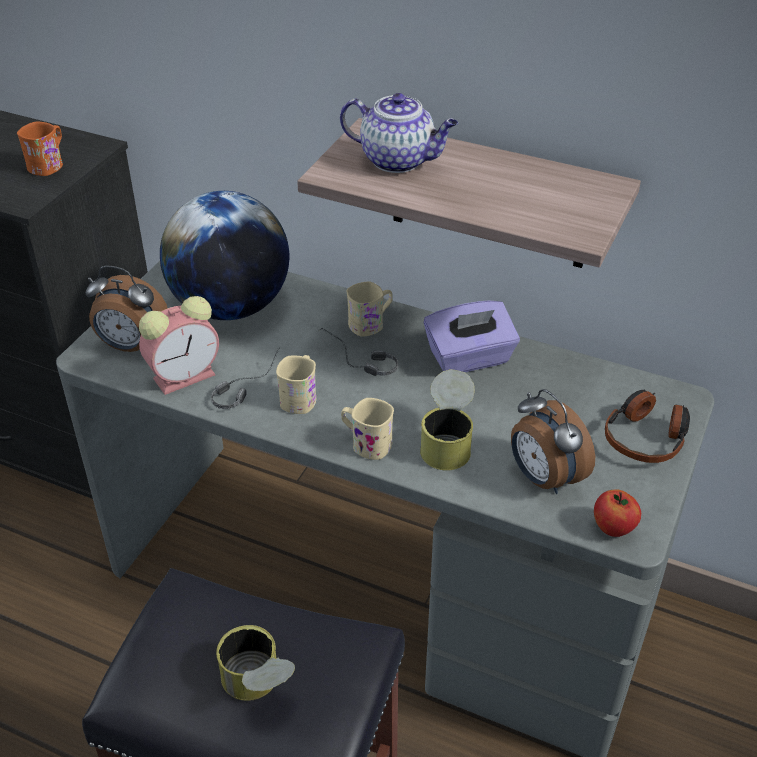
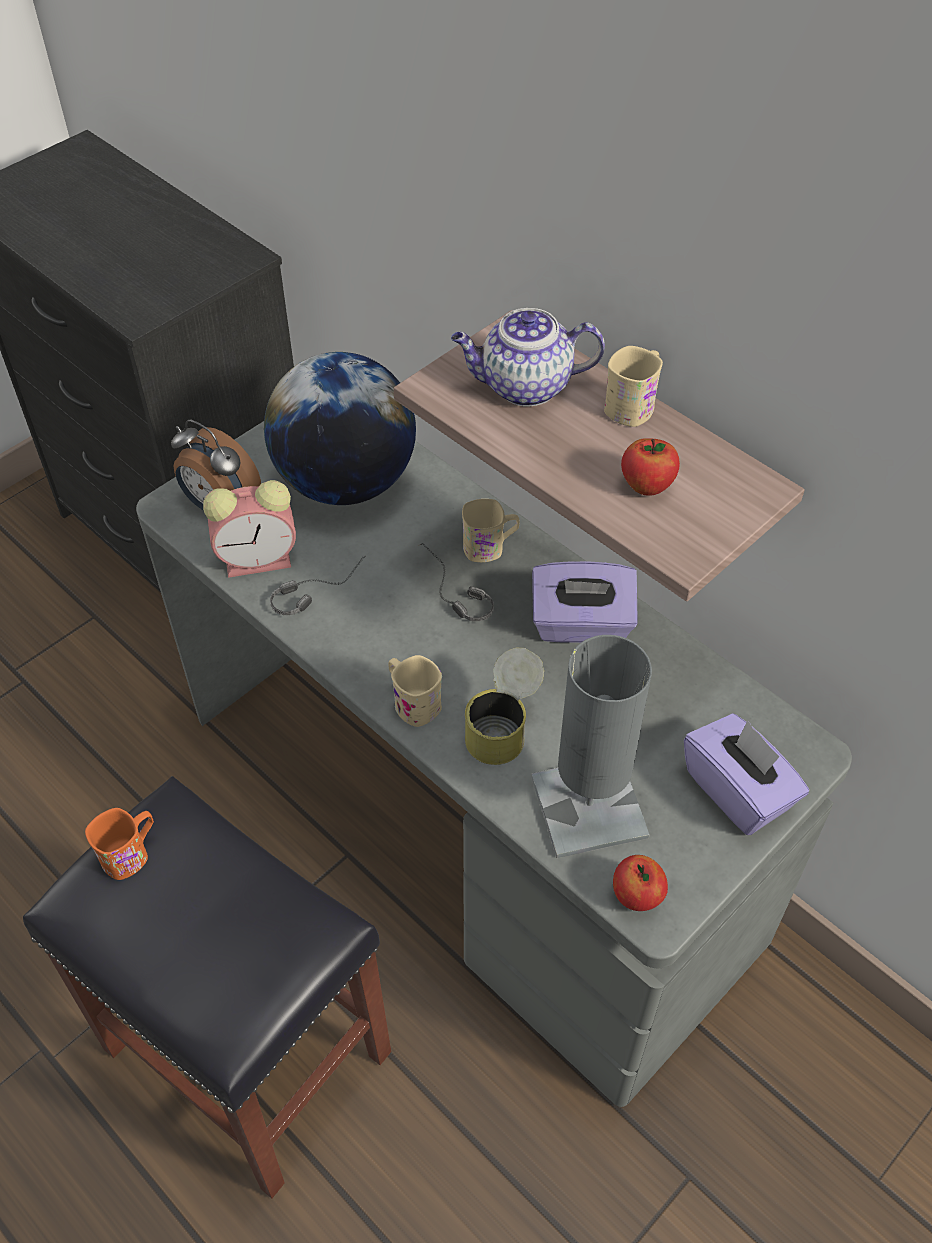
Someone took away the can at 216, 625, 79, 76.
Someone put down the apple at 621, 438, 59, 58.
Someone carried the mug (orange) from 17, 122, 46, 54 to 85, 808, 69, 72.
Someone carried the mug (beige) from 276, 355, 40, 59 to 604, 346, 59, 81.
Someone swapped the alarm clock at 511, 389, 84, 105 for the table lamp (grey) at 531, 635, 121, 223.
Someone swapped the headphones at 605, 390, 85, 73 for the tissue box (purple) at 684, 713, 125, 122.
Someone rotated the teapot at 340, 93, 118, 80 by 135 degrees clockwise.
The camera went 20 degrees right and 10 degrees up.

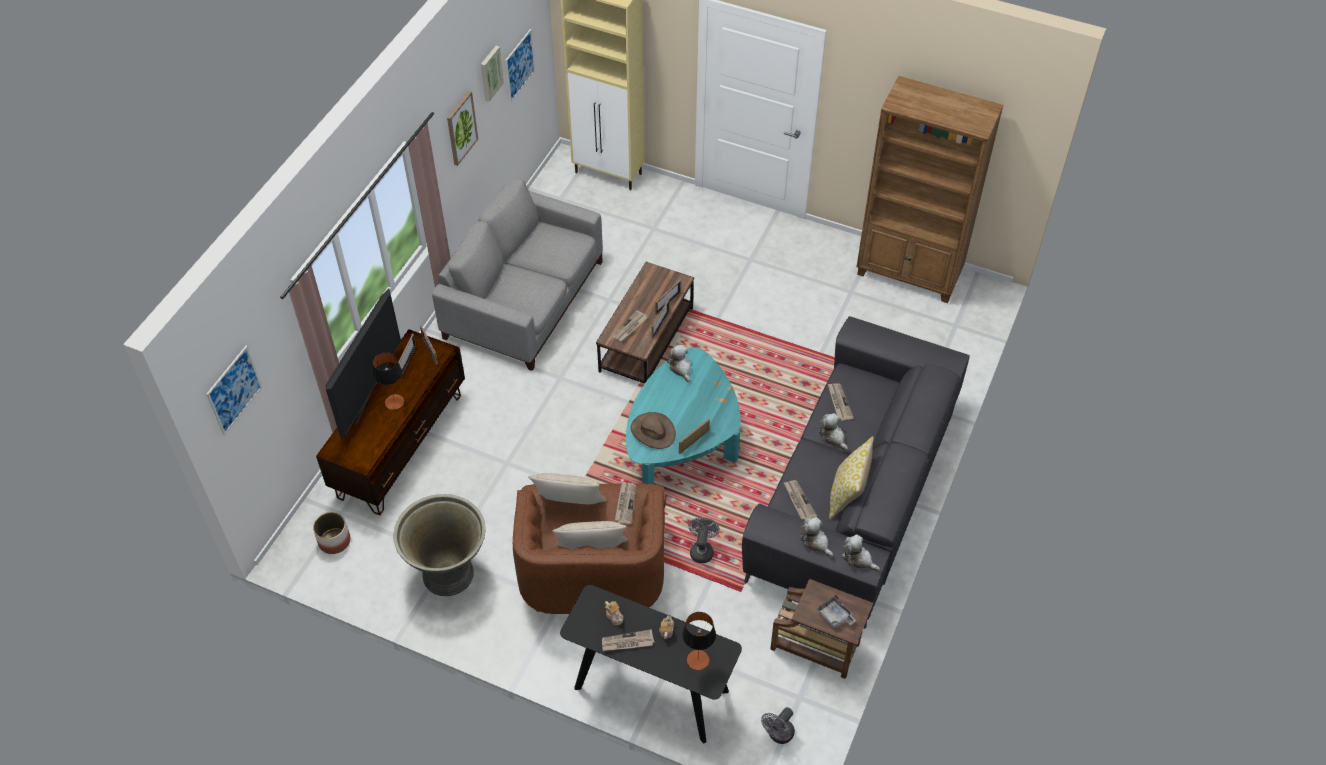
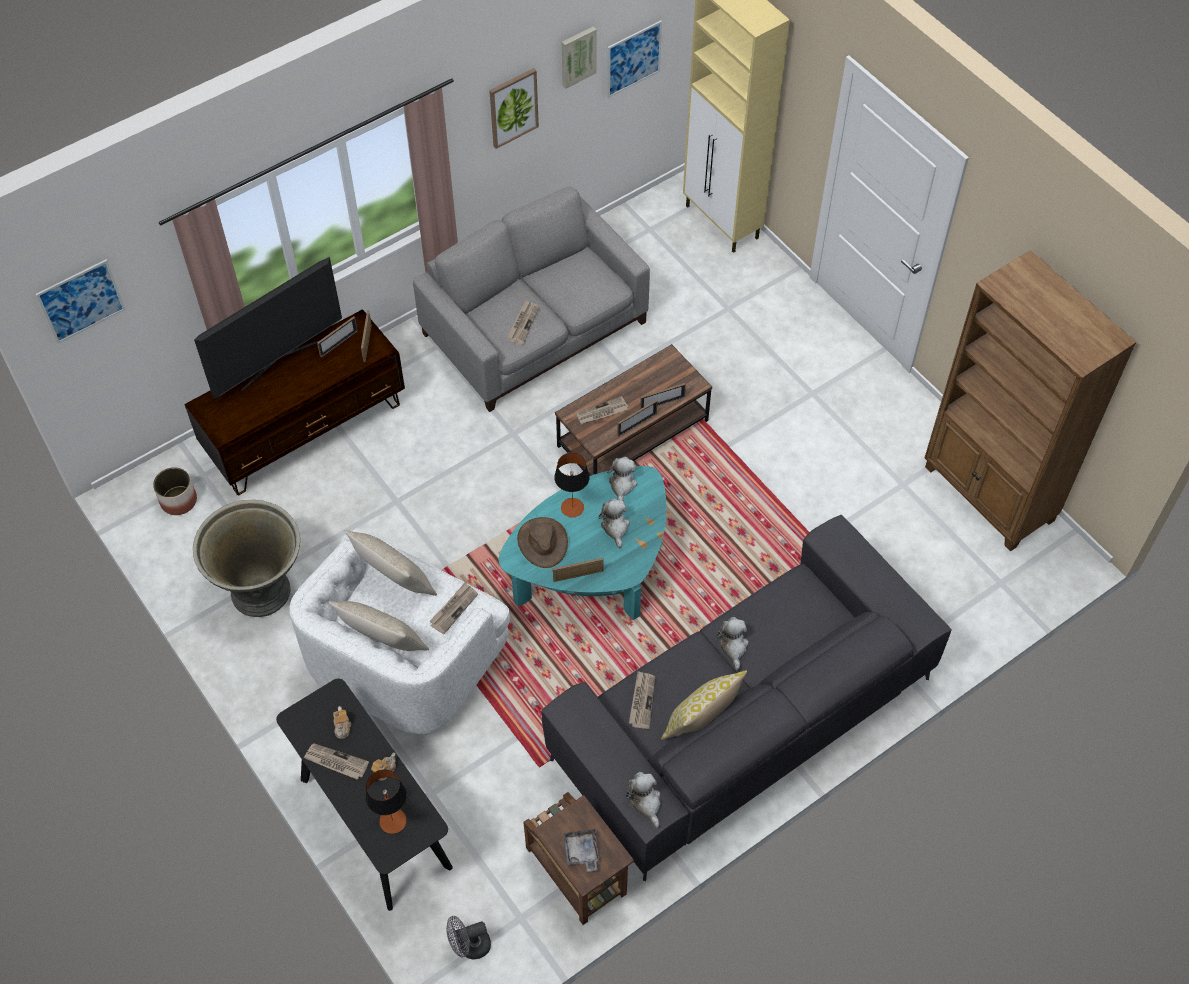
Someone took away the fan (grey) at 689, 517, 31, 46.
Someone carried the table lamp from 373, 352, 31, 58 to 554, 453, 36, 64.
Someone carried the plush toy from 800, 517, 33, 40 to 598, 498, 32, 50.
Someone carried the newspaper from 828, 383, 26, 38 to 507, 300, 32, 44.
Someone repainted the armchair (brown) at 513, 483, 153, 131, which became the armchair (white) at 290, 538, 220, 198.
The camera went 30 degrees right and 5 degrees up.

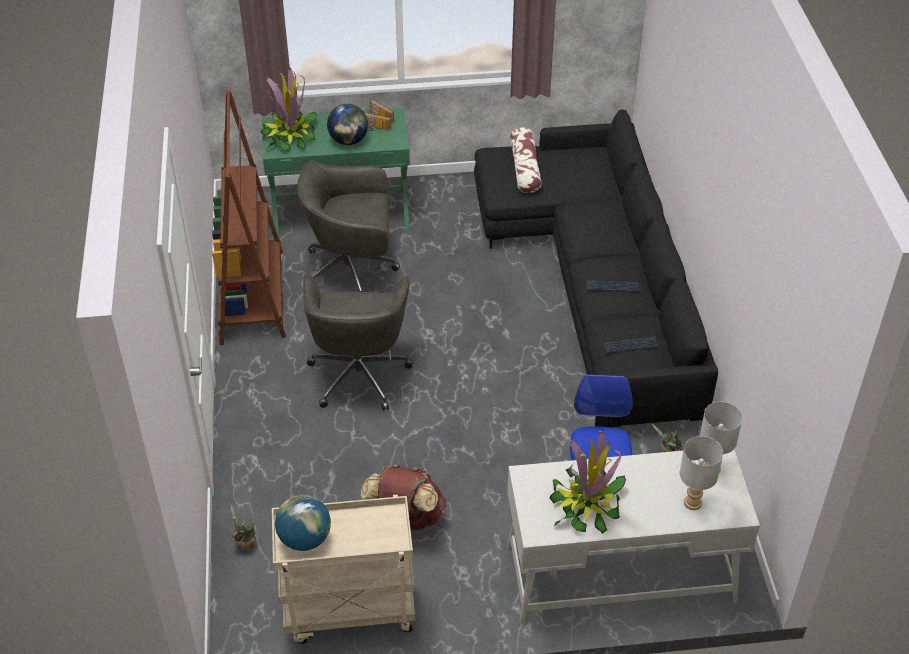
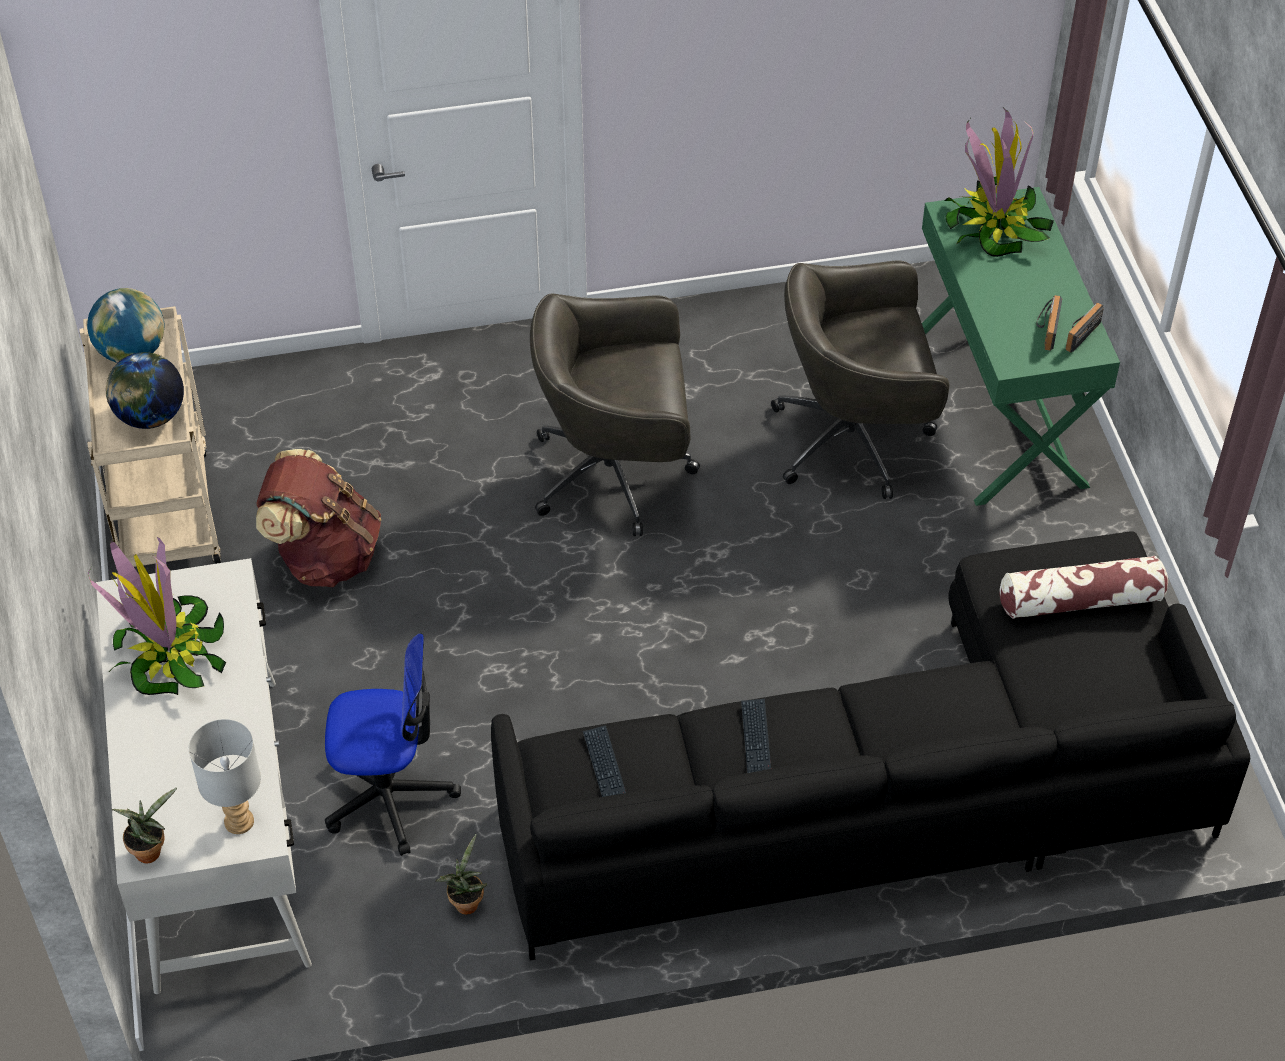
Someone took away the bookcase (brown) at 212, 90, 74, 255.
Someone took away the table lamp (grey) at 679, 436, 44, 74.
Someone carried the potted plant from 230, 503, 26, 47 to 112, 788, 65, 76.
Someone carried the globe from 327, 104, 41, 41 to 106, 352, 78, 77.
Someone rotated the office chair (grey) at 297, 161, 103, 131 by 90 degrees counterclockwise.
The camera went 85 degrees right and 5 degrees up.

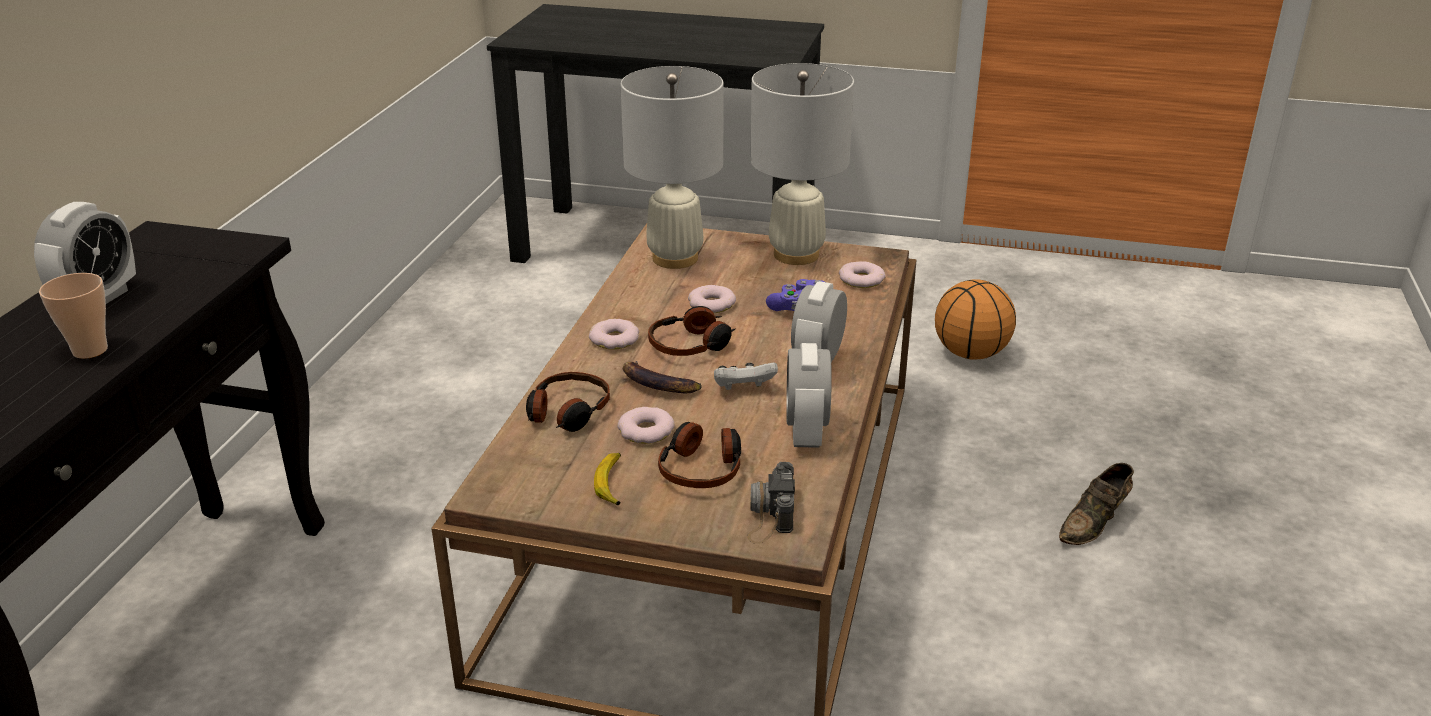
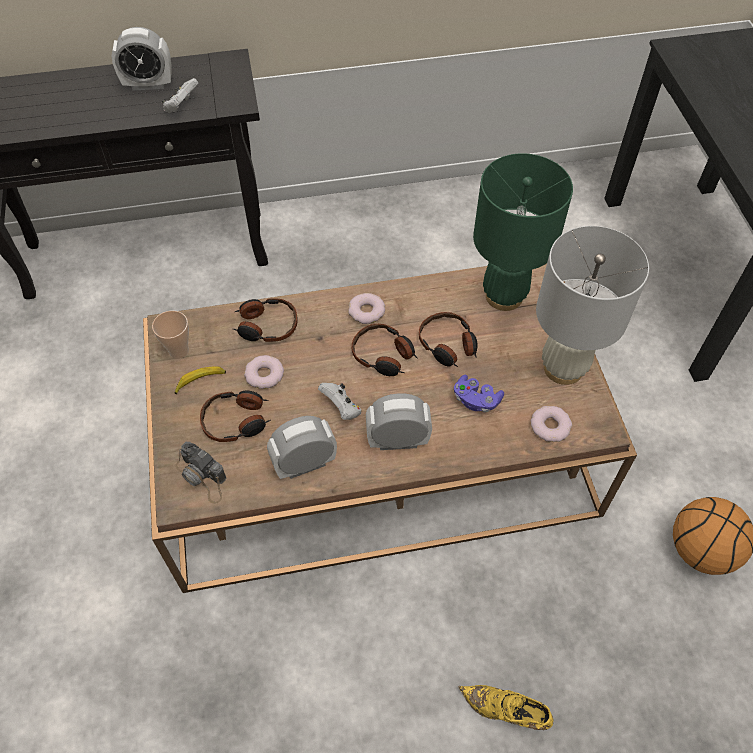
Someone took away the banana at 623, 361, 79, 32.
Someone put down the game controller (white) at 162, 78, 36, 35.
Someone carried the cup from 39, 273, 69, 86 to 152, 311, 37, 48.
Someone swapped the donut at 688, 285, 48, 28 for the headphones at 419, 312, 59, 55.
Someone repainted the table lamp (white) at 621, 66, 103, 203, which became the table lamp (green) at 473, 153, 100, 158.
Someone repainted the shoe (brown) at 1059, 463, 75, 82, which became the shoe (yellow) at 458, 685, 96, 45.
Someone rotated the photo camera at 747, 462, 48, 82 by 120 degrees counterclockwise.
The camera went 65 degrees right and 25 degrees up.

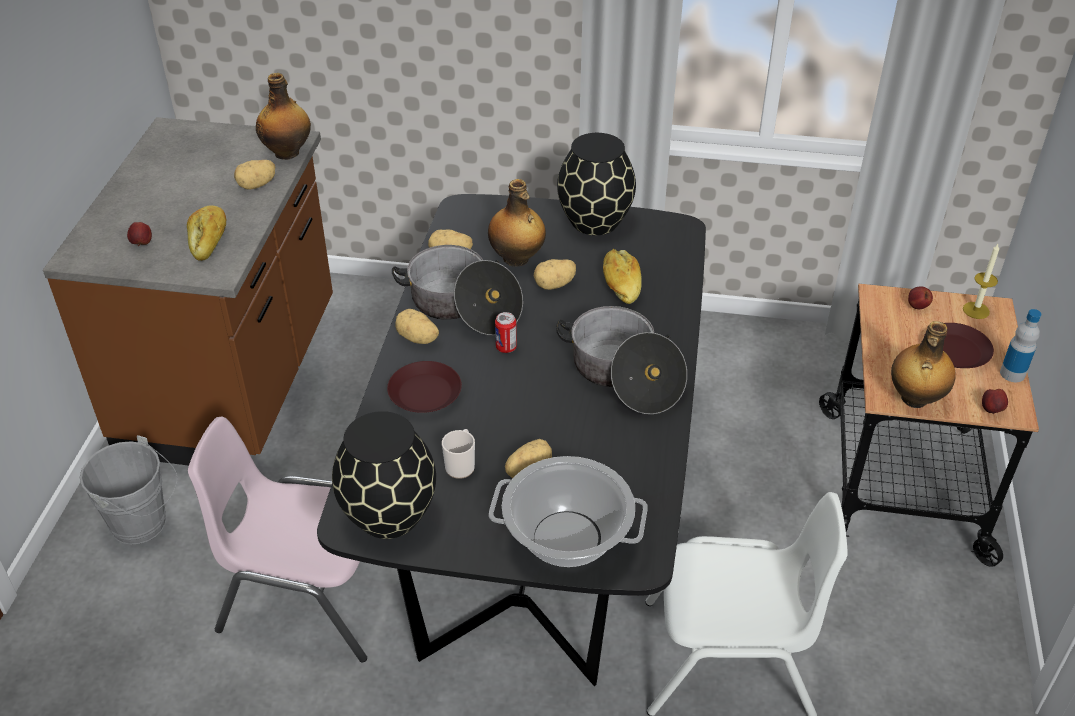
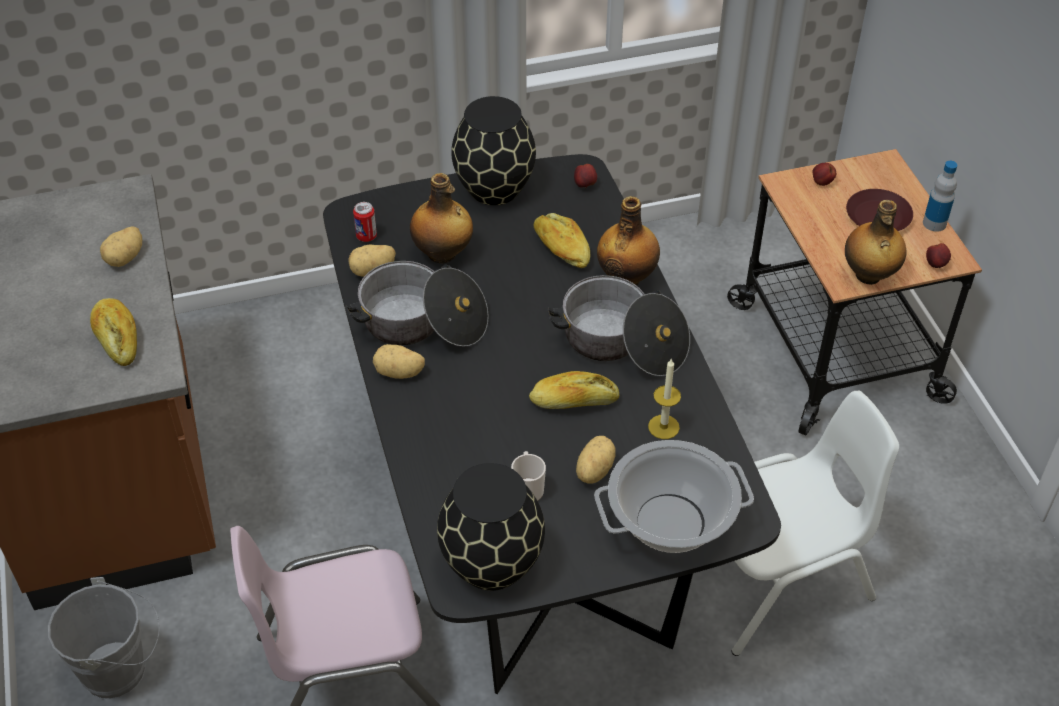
Someone took away the plate (brown) at 387, 361, 75, 52.
Someone took away the potato at 534, 259, 42, 31.
Someone put down the bread at 529, 371, 90, 38.
Someone carried the apple from 127, 222, 25, 24 to 574, 164, 23, 25.
Someone carried the bottle from 256, 73, 55, 87 to 597, 196, 63, 90.
Someone carried the can from 495, 312, 22, 41 to 353, 202, 24, 40.
Someone carried the candle from 963, 244, 36, 75 to 648, 358, 33, 81.
The camera went 25 degrees left and 5 degrees up.

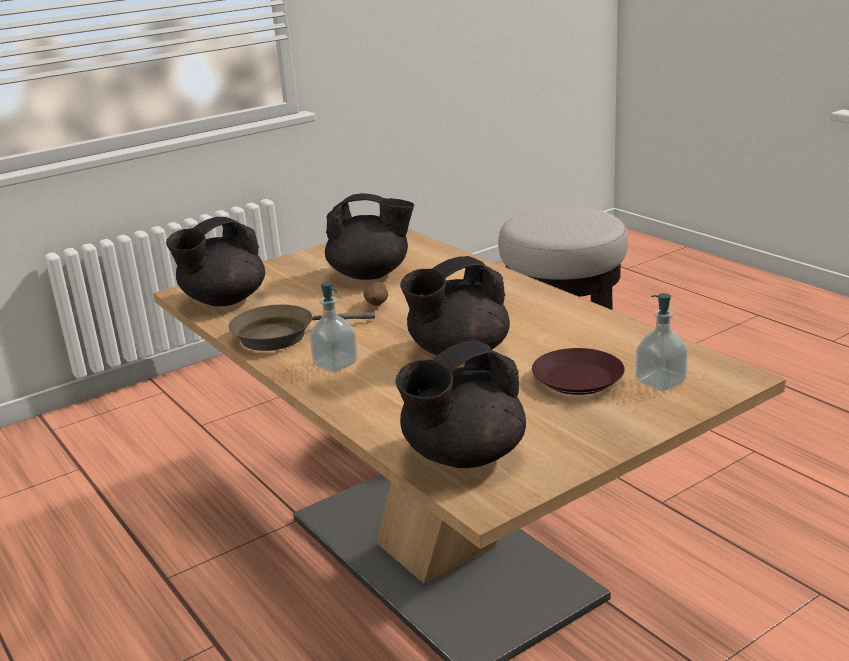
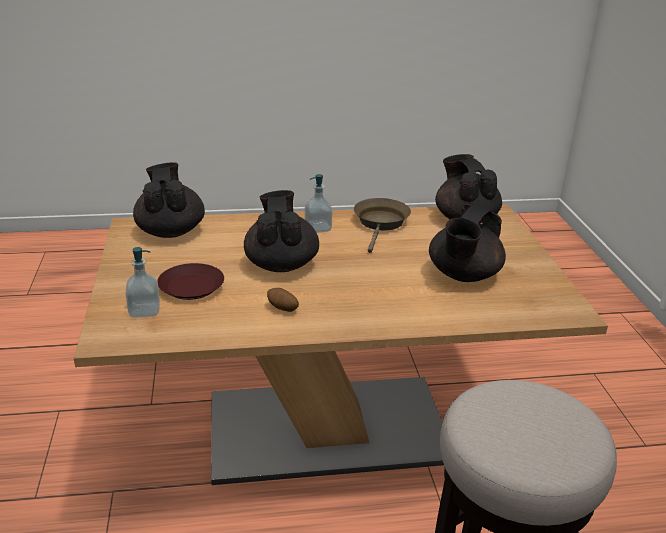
Someone carried the potato from 364, 282, 24, 24 to 267, 288, 32, 24.
The camera went 115 degrees right and 5 degrees up.

